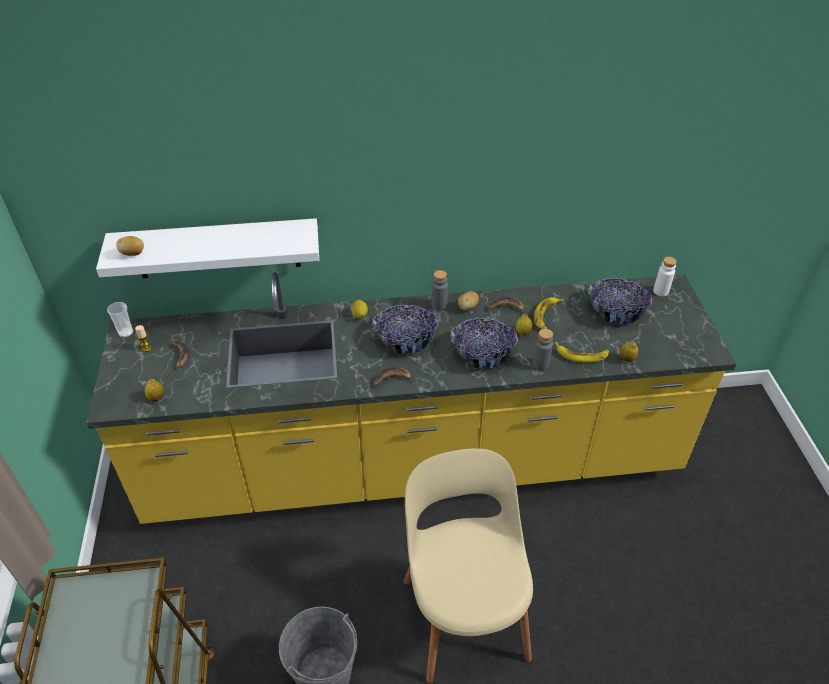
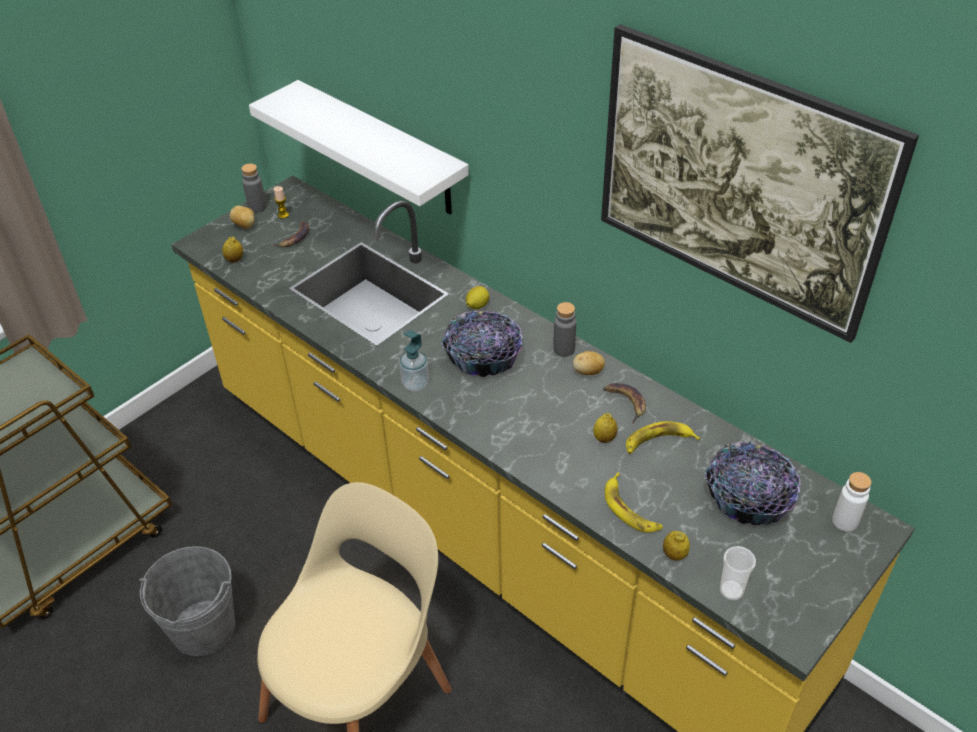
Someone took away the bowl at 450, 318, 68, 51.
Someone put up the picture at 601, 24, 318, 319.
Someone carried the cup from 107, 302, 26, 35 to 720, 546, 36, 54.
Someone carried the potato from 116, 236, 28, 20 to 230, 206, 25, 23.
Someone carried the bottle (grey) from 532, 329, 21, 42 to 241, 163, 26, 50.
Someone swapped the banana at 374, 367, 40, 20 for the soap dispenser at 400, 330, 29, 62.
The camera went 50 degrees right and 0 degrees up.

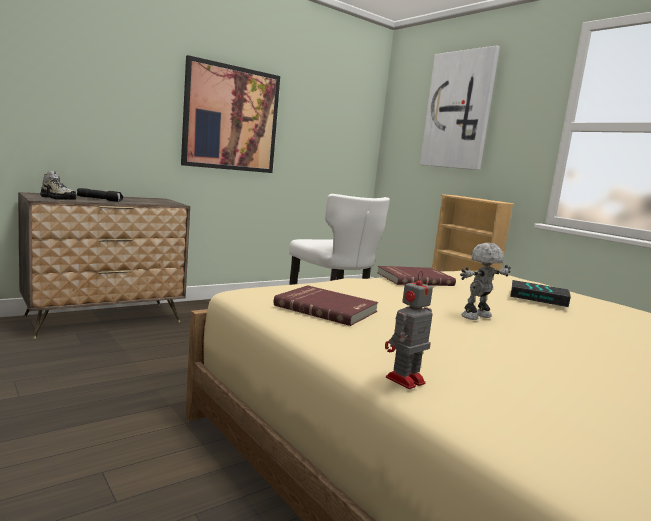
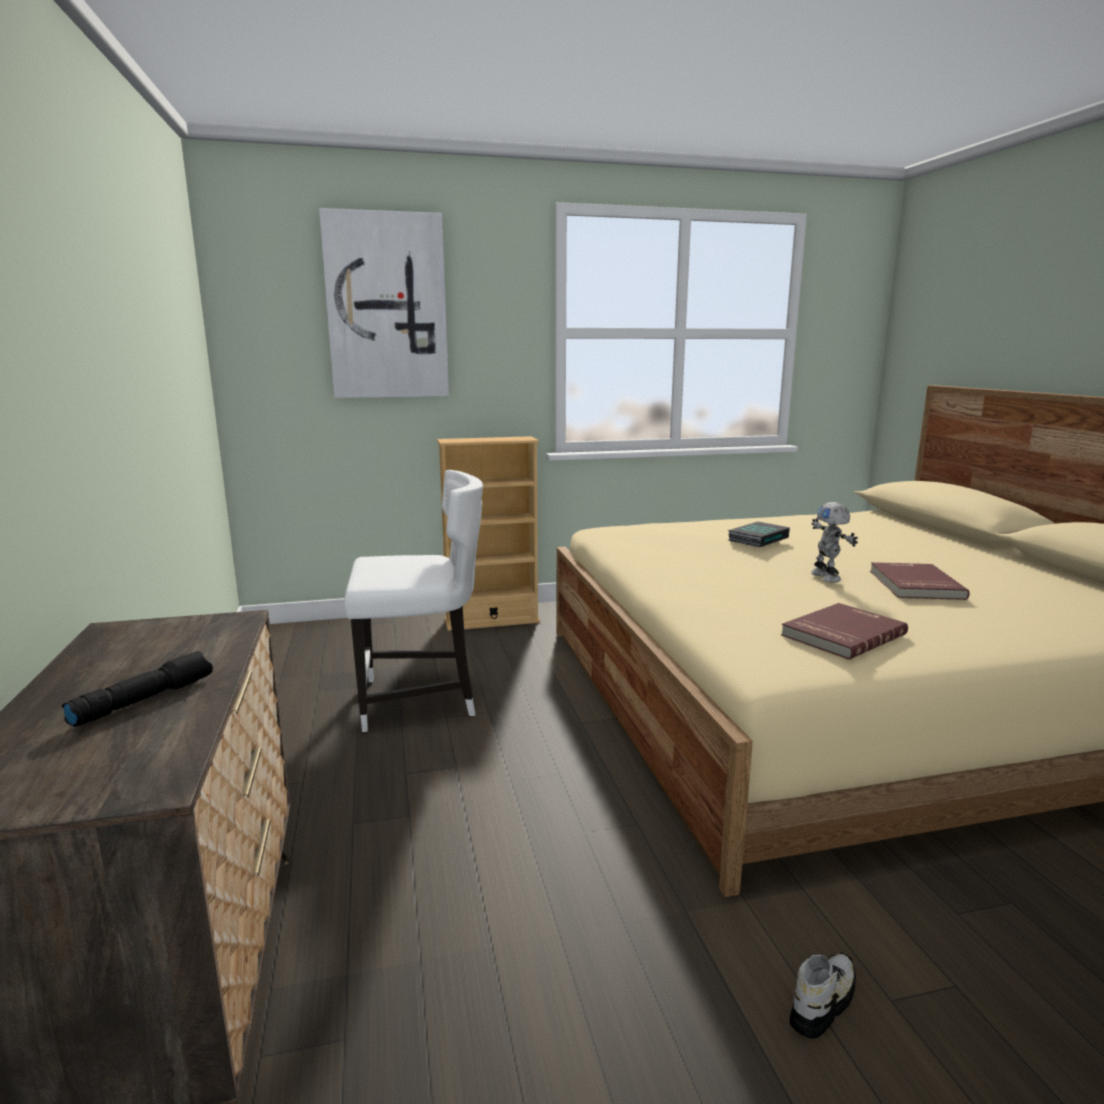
Someone took away the picture at 181, 55, 99, 118.
Someone took away the toy robot at 385, 271, 48, 118.
Someone carried the shoe from 40, 171, 36, 29 to 790, 952, 66, 87.
Someone carried the book (red) from 377, 266, 79, 20 to 870, 562, 100, 38.
The camera went 65 degrees left and 5 degrees up.

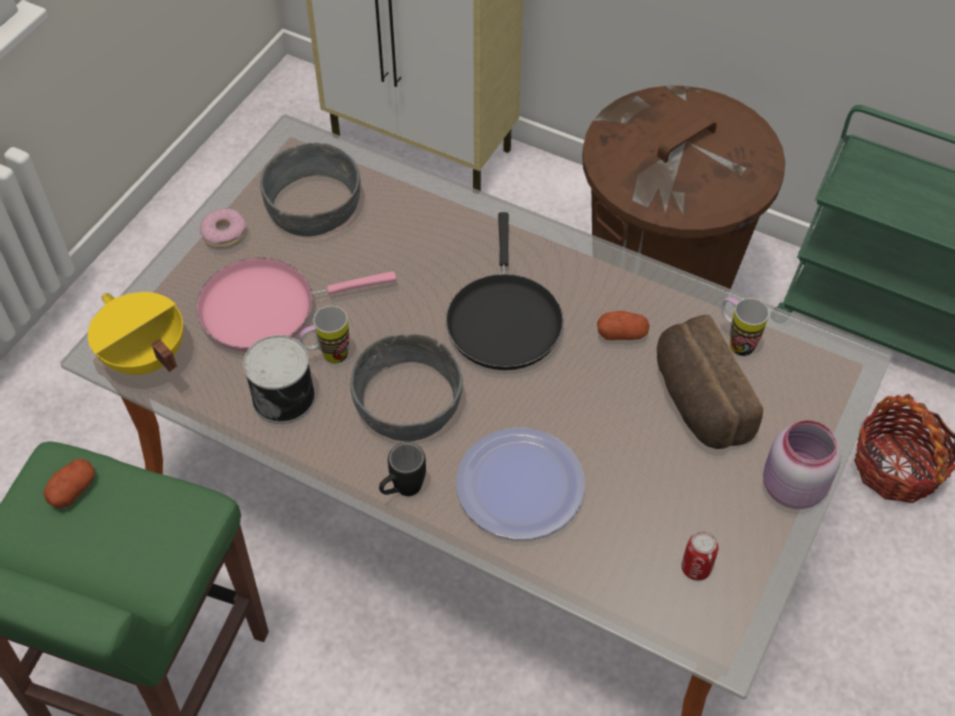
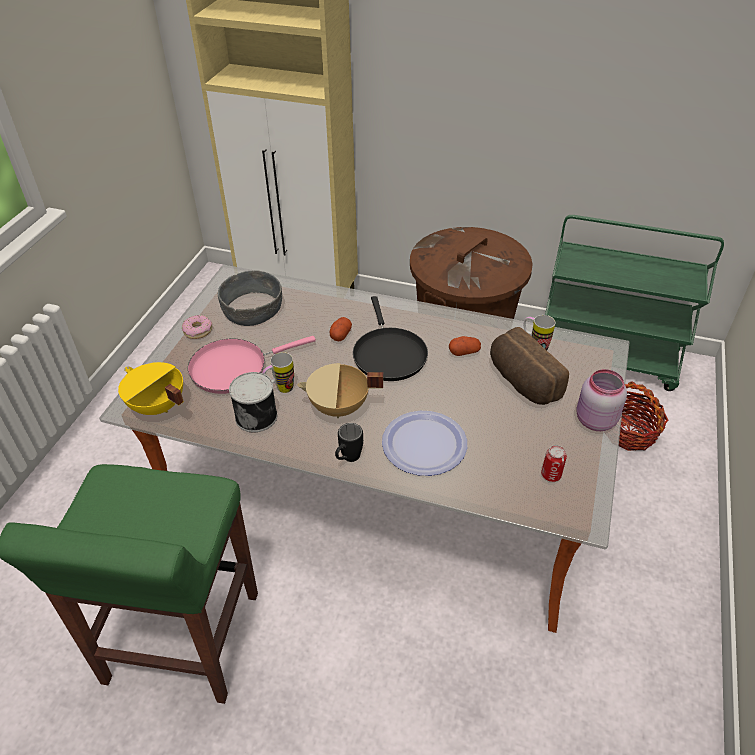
Someone carried the potato from 44, 458, 51, 50 to 329, 317, 23, 24.
Someone swapped the bowl (grey) at 350, 334, 113, 107 for the cooking pot (beige) at 297, 363, 86, 55.
The camera went 10 degrees left and 10 degrees down.

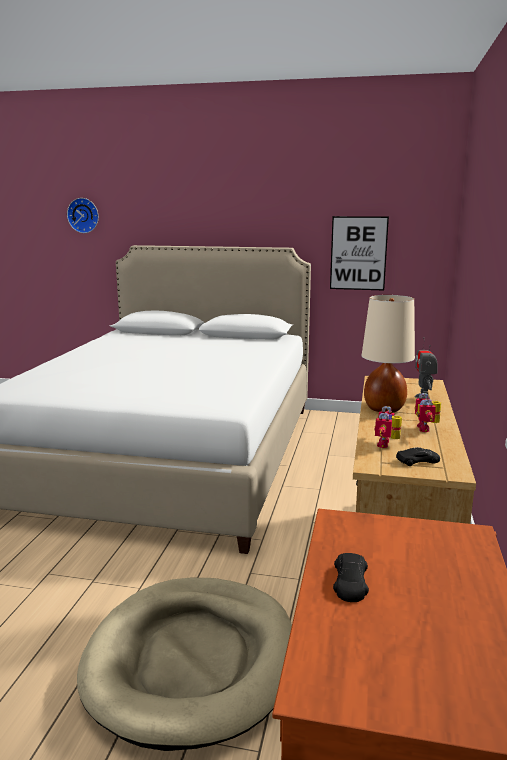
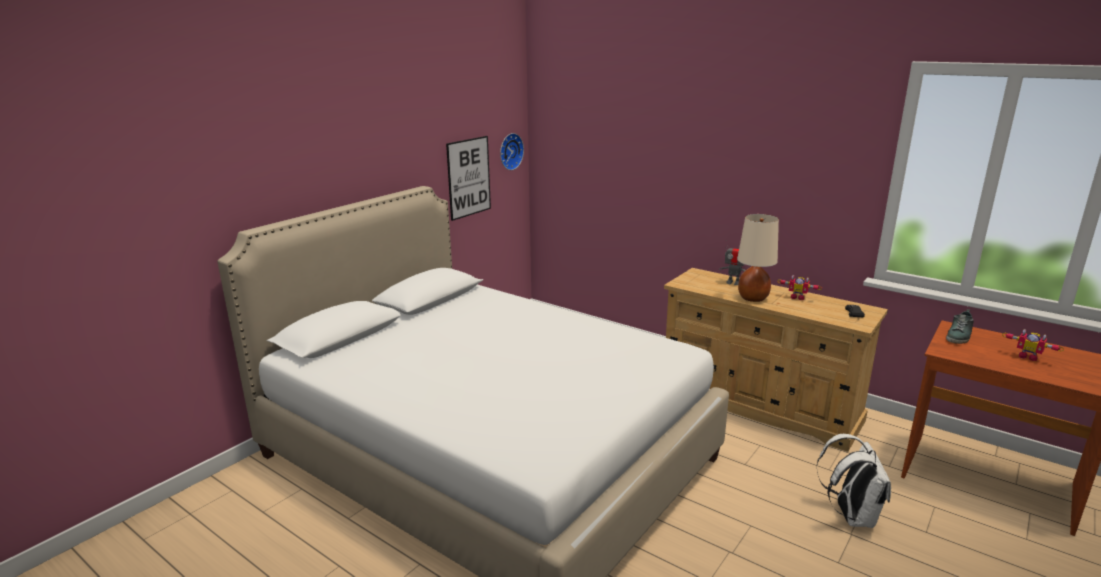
Someone took away the toy car (black) at 333, 553, 36, 49.
Someone put down the shoe at 946, 309, 28, 35.
Someone carried the wall clock from 67, 198, 32, 35 to 500, 133, 24, 37.
Someone carried the toy robot from 374, 406, 28, 42 to 1002, 329, 62, 32.
Someone swapped the dog bed (beige) at 77, 578, 215, 173 for the backpack (white) at 817, 434, 74, 94.
The camera went 65 degrees left and 5 degrees up.

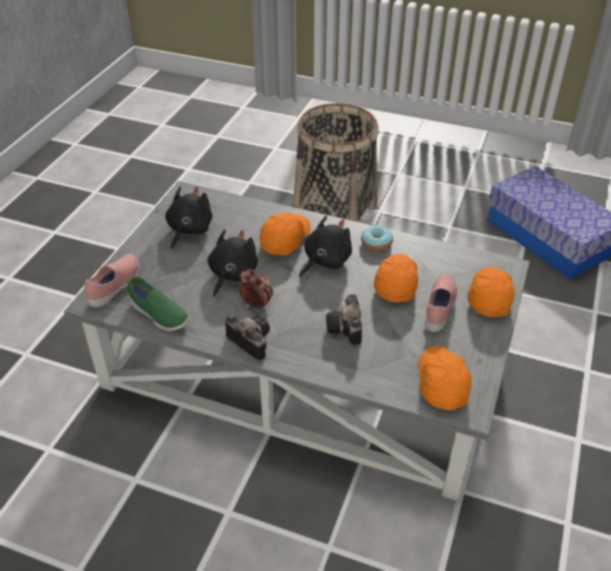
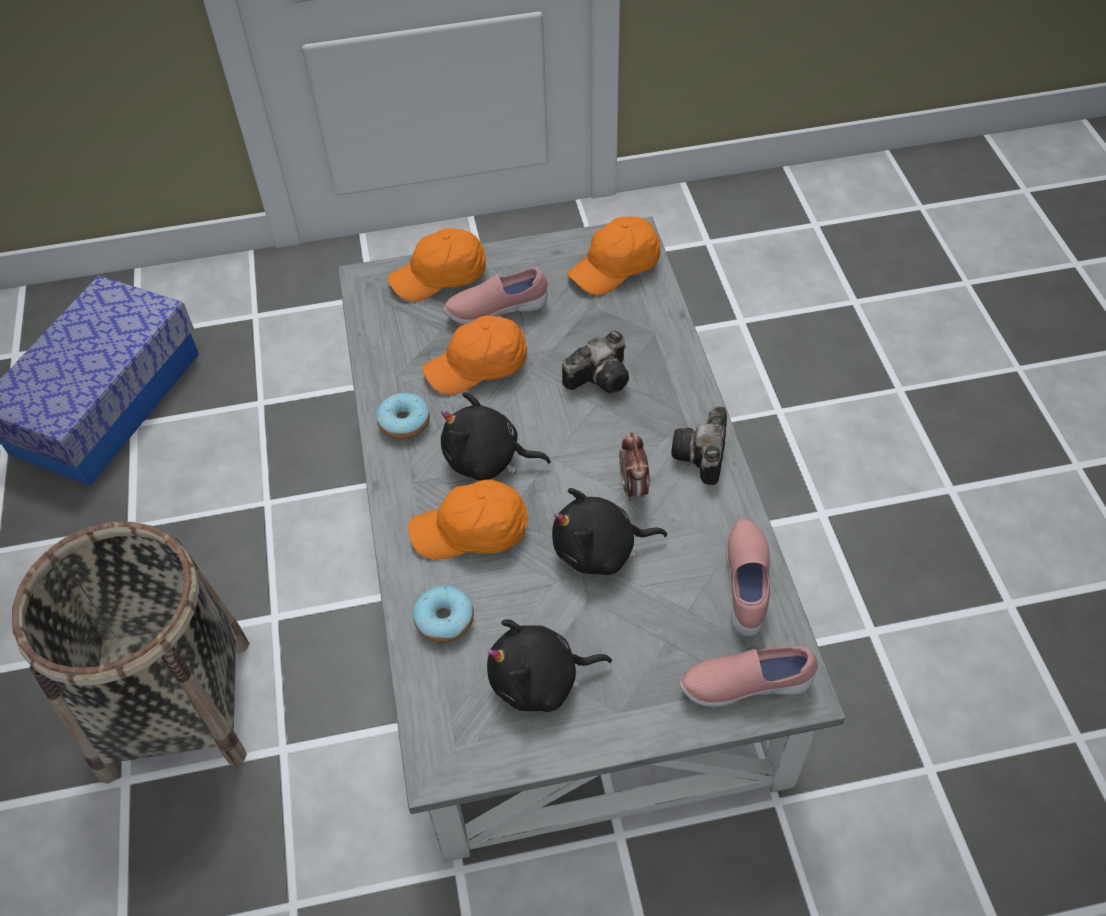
Someone put down the donut at 413, 586, 61, 57.
Someone repainted the shoe (green) at 128, 276, 61, 55, which became the shoe (pink) at 726, 519, 44, 117.
The camera went 120 degrees left and 10 degrees up.

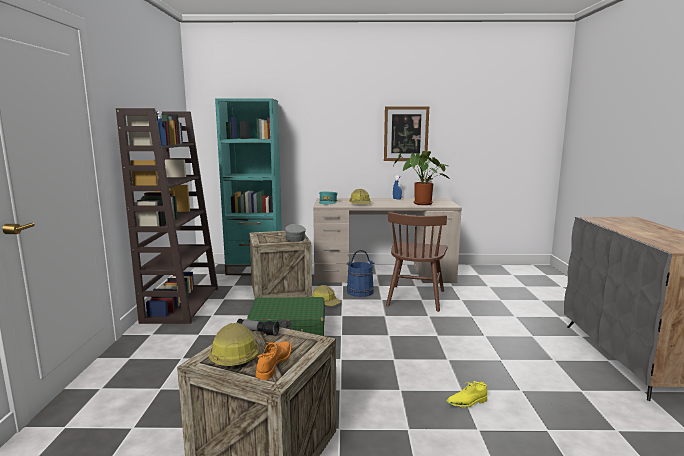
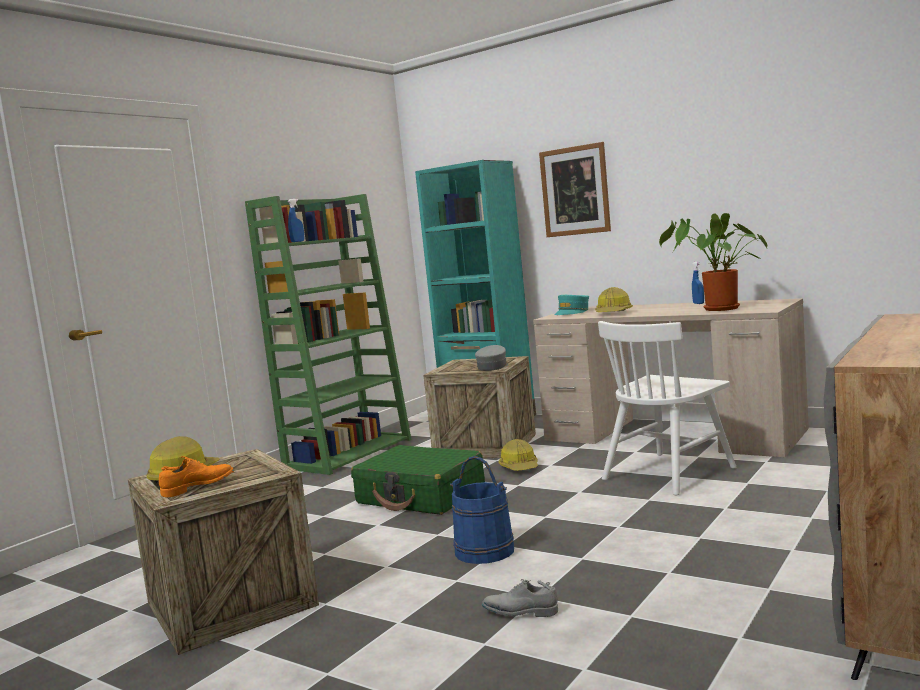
Someone took away the flashlight at 237, 319, 42, 17.
Someone carried the bucket (blue) from 346, 250, 28, 47 to 450, 456, 64, 108.
Someone carried the picture from 384, 106, 45, 55 to 539, 142, 72, 95.
Someone repainted the bookcase (brown) at 116, 108, 102, 216, which became the bookcase (green) at 245, 194, 167, 281.
Someone repainted the chair (brown) at 386, 212, 62, 100, which became the chair (white) at 598, 321, 138, 174.
Someone repainted the shoe (yellow) at 446, 381, 41, 26, which became the shoe (grey) at 482, 579, 76, 38.
The camera went 35 degrees right and 5 degrees down.

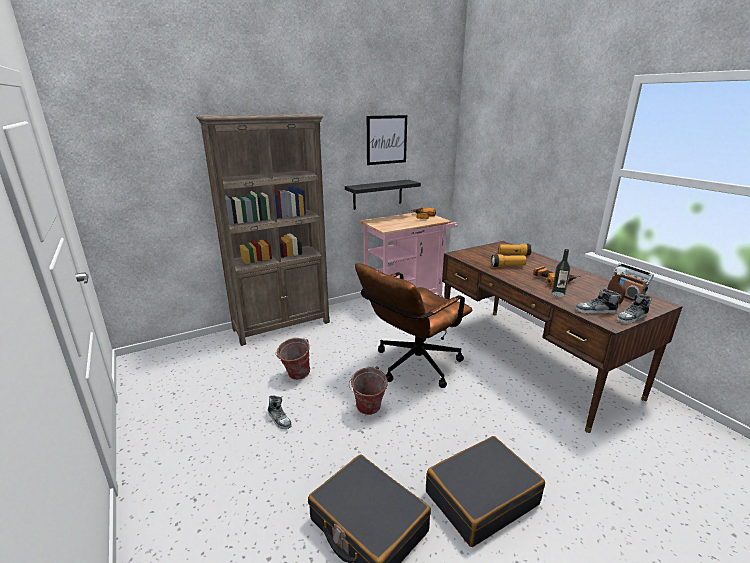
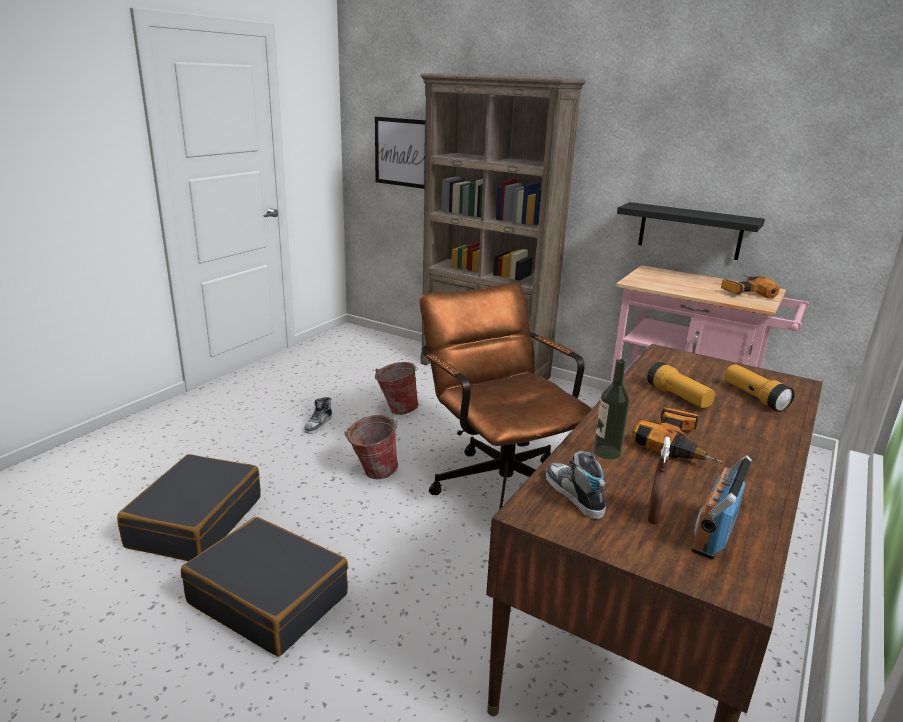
Someone took away the shoe at 617, 294, 35, 30.
Someone carried the picture from 367, 115, 40, 50 to 375, 117, 51, 72.
Someone rotated the office chair (brown) at 355, 263, 117, 125 by 45 degrees clockwise.
The camera went 60 degrees right and 0 degrees up.

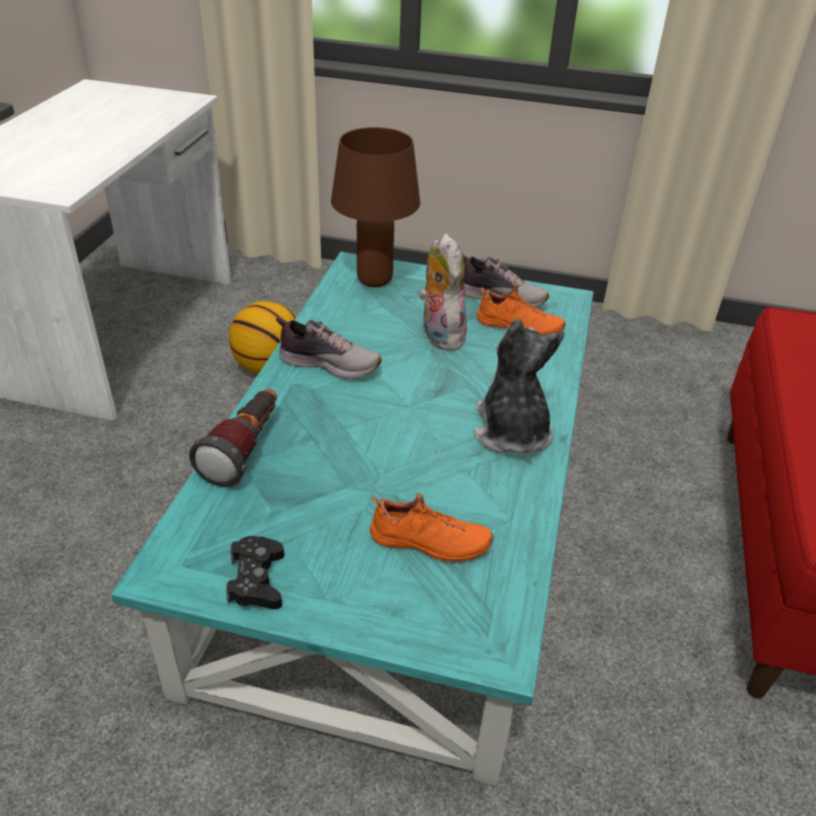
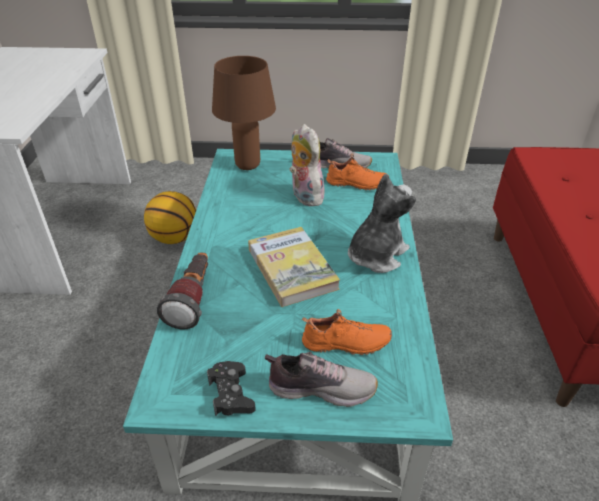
Someone put down the book at 248, 227, 92, 80.
Someone carried the shoe from 276, 317, 106, 62 to 265, 352, 113, 55.
Someone rotated the plush toy at 474, 318, 91, 136 by 60 degrees clockwise.
The camera went 10 degrees left and 0 degrees up.

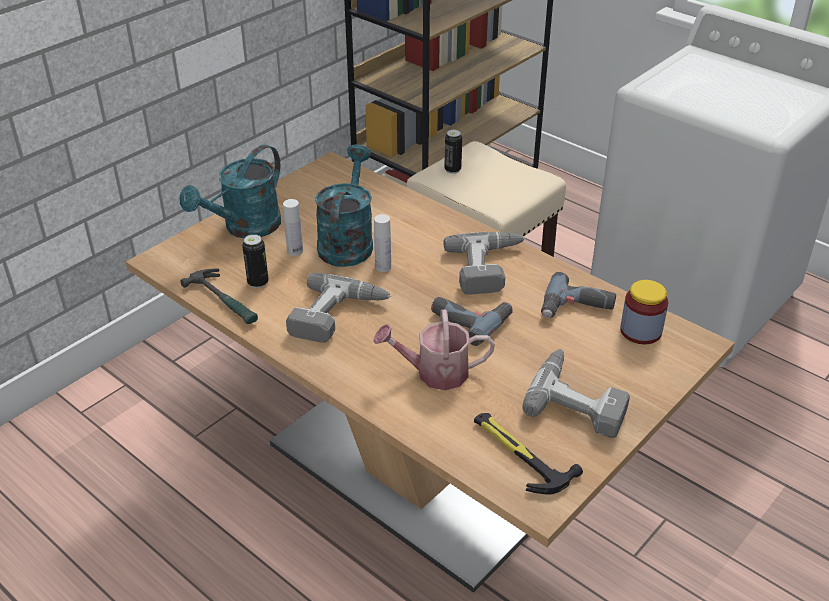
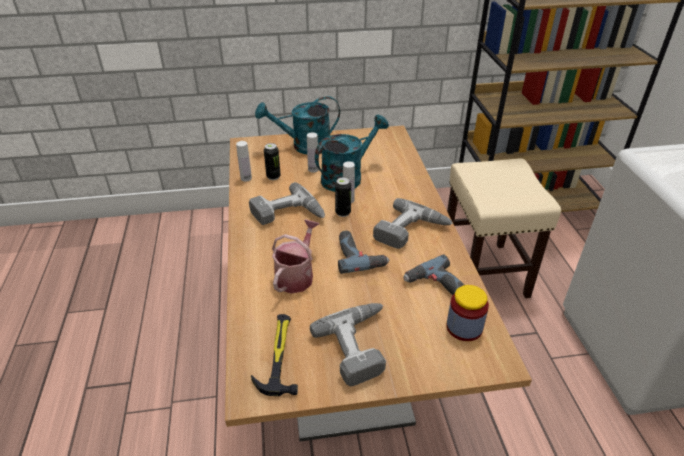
Someone carried the can from 444, 130, 18, 44 to 335, 177, 16, 40.
Someone swapped the hammer at 180, 269, 78, 55 for the bottle (white) at 236, 141, 16, 41.
Someone rotated the watering can at 373, 309, 122, 81 by 75 degrees clockwise.
The camera went 40 degrees right and 0 degrees up.

